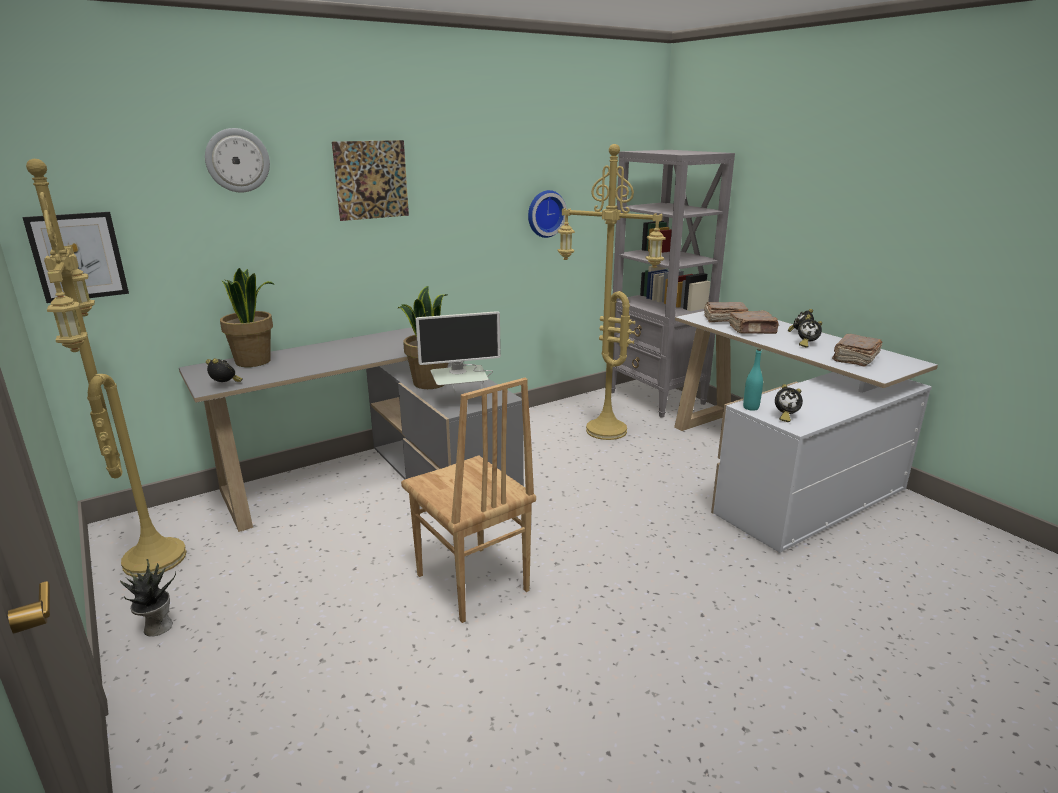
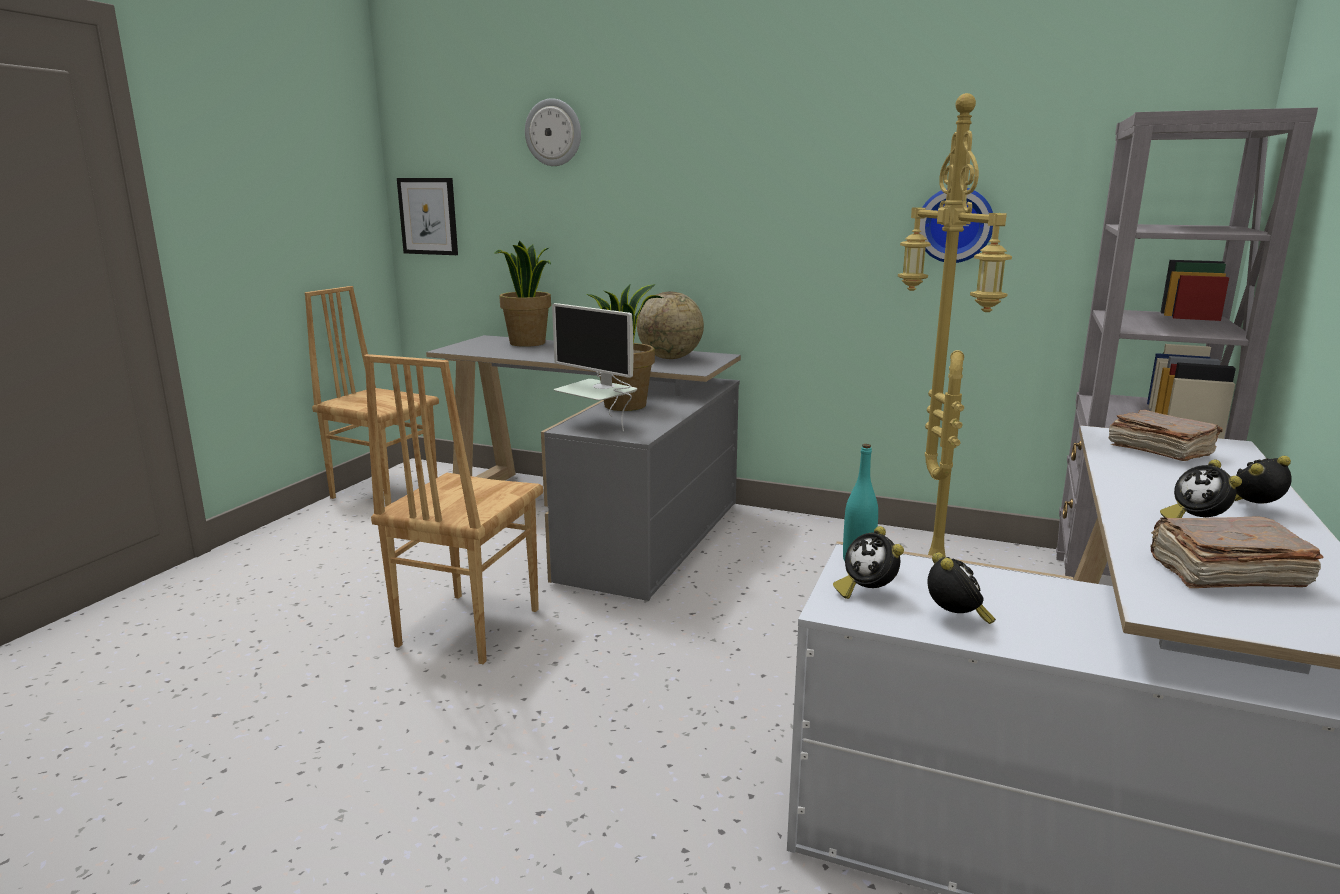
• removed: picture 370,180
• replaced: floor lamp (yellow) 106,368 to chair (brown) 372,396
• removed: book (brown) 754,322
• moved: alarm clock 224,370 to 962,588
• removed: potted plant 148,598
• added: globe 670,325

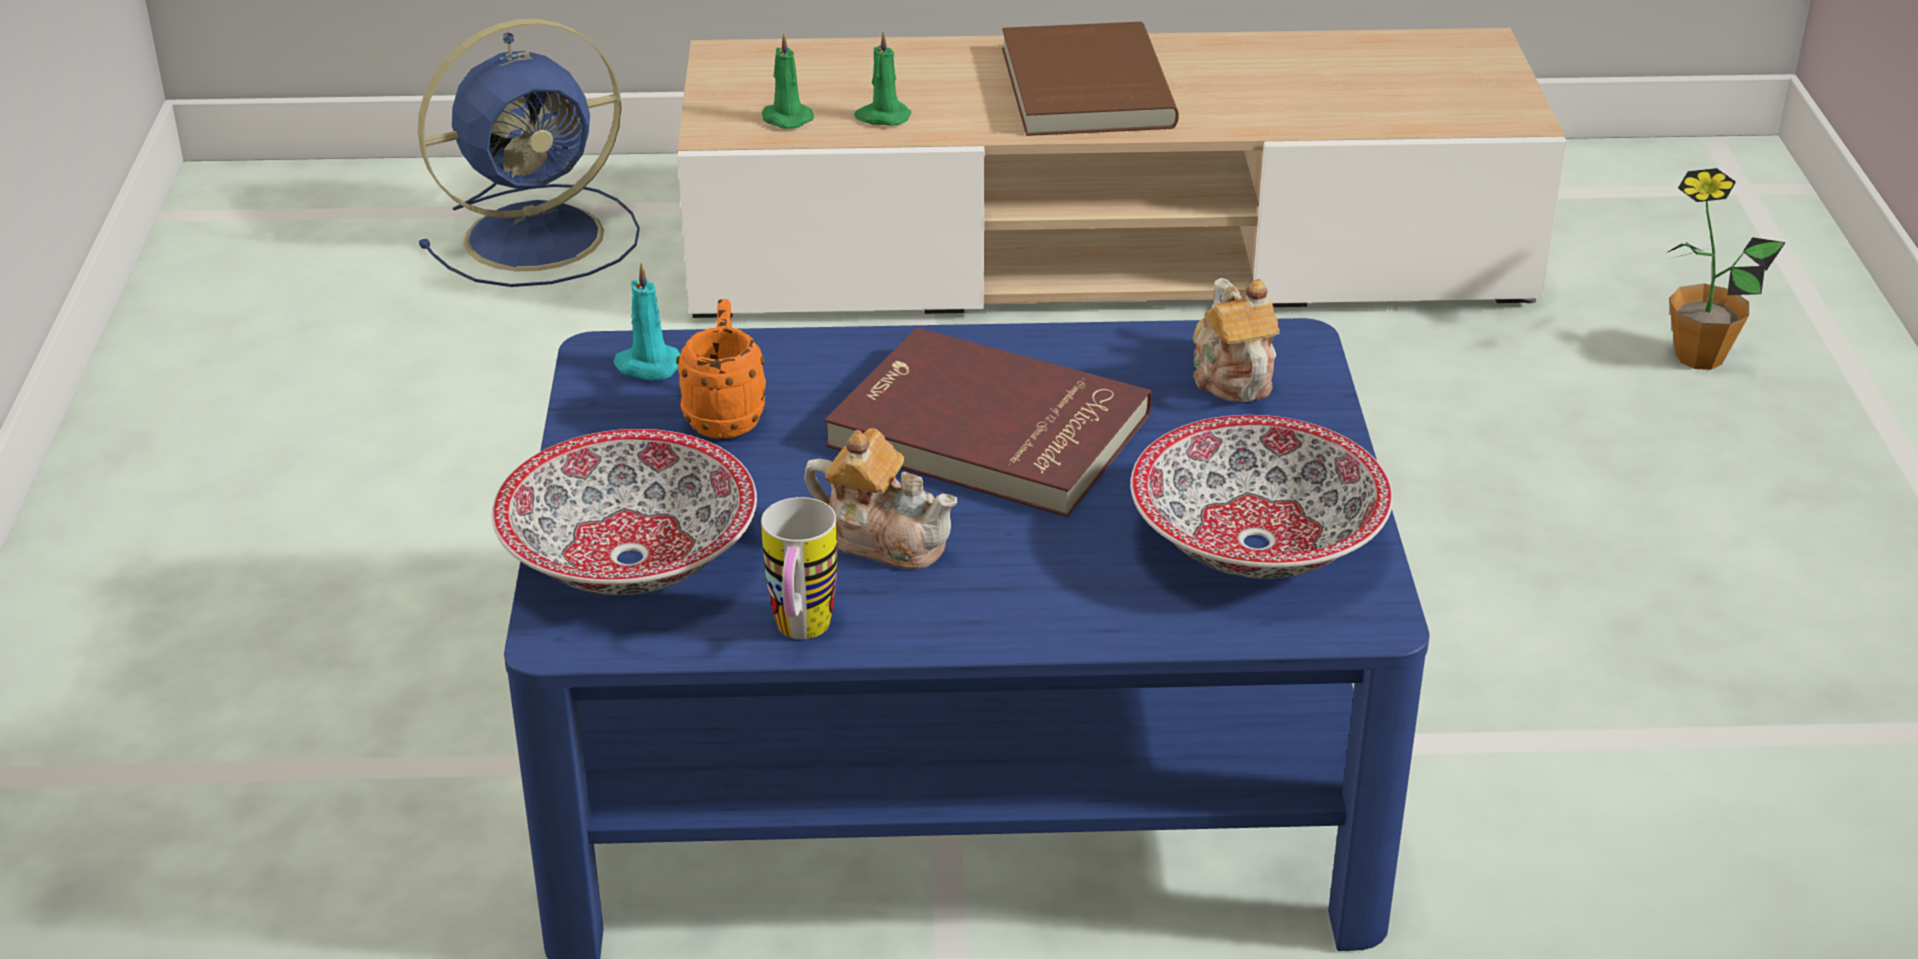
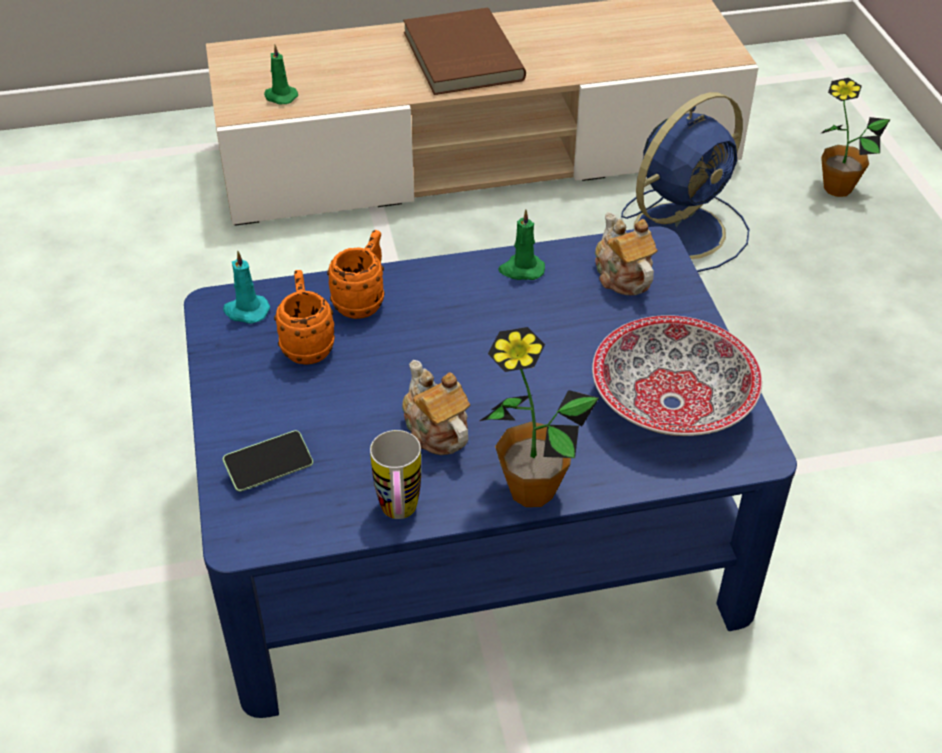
• moved: fan (blue) 529,153 to 685,182
• moved: candle (green) 882,79 to 521,244
• removed: book (red) 988,422
• turned: teapot 880,498 = 436,407 135 degrees counterclockwise
• replaced: bowl 624,512 to phone 267,461
• added: mug (orange) 356,274
• added: potted plant 539,417

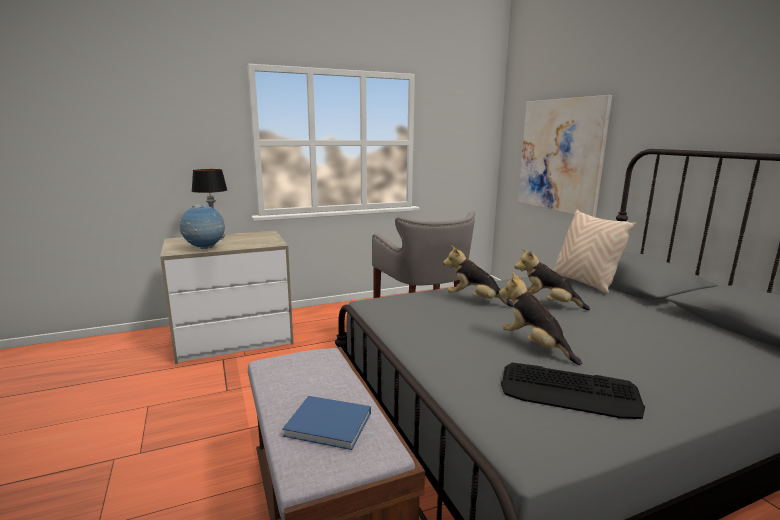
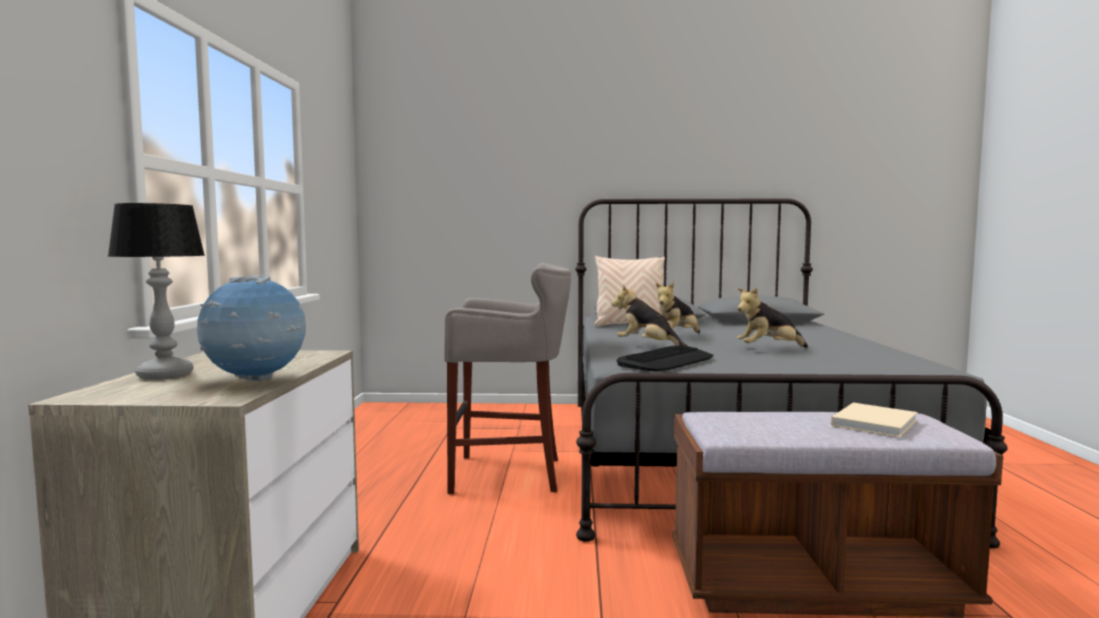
• removed: picture 565,156
• turned: plush toy 478,276 = 649,315 75 degrees clockwise
• moved: keyboard 573,391 to 664,358
• recoloured: book (blue) 326,423 to book (beige) 874,420

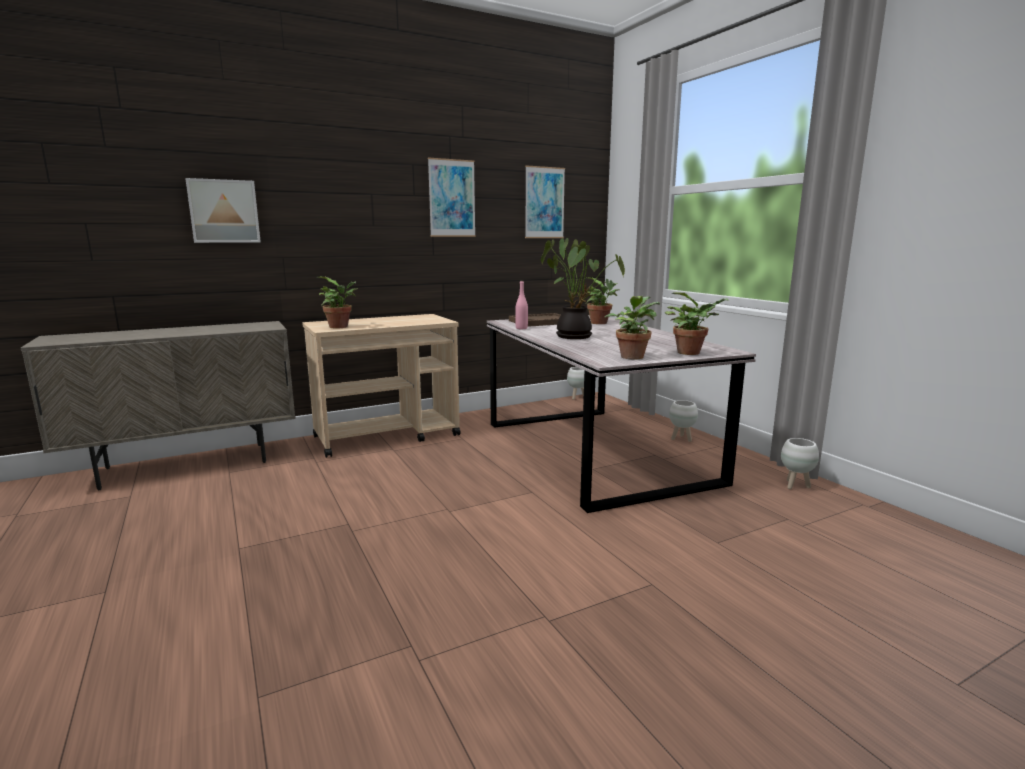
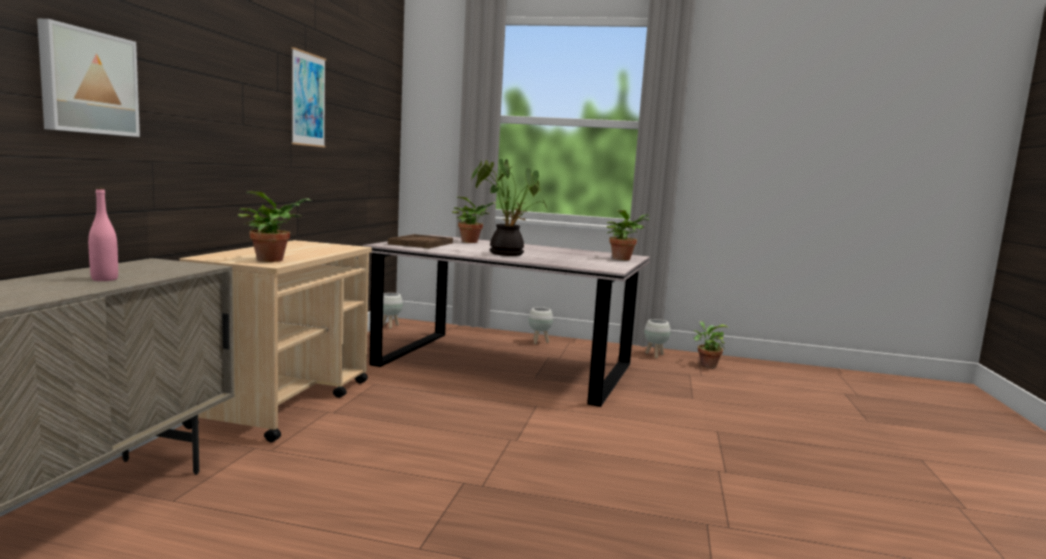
• removed: picture 545,201
• moved: bottle (pink) 521,304 to 103,234
• moved: potted plant 632,327 to 710,344

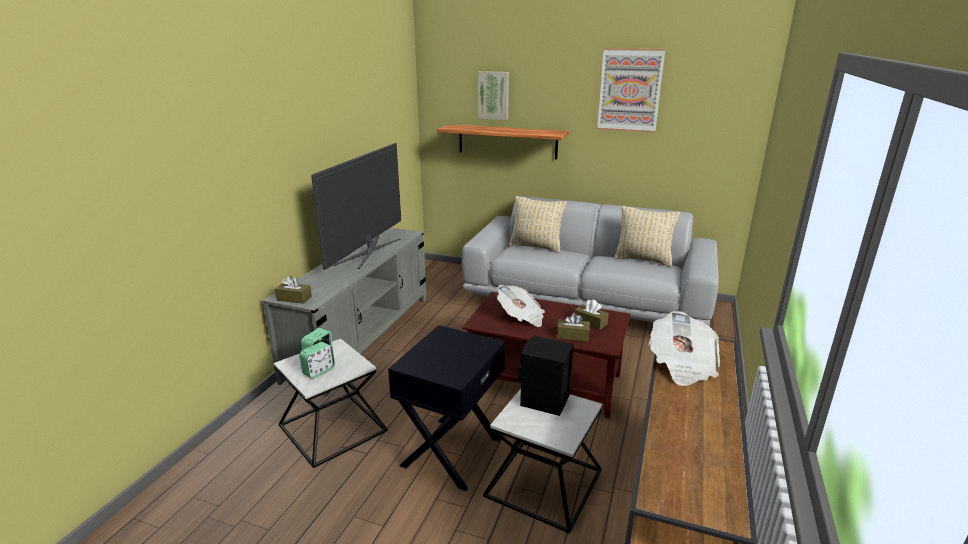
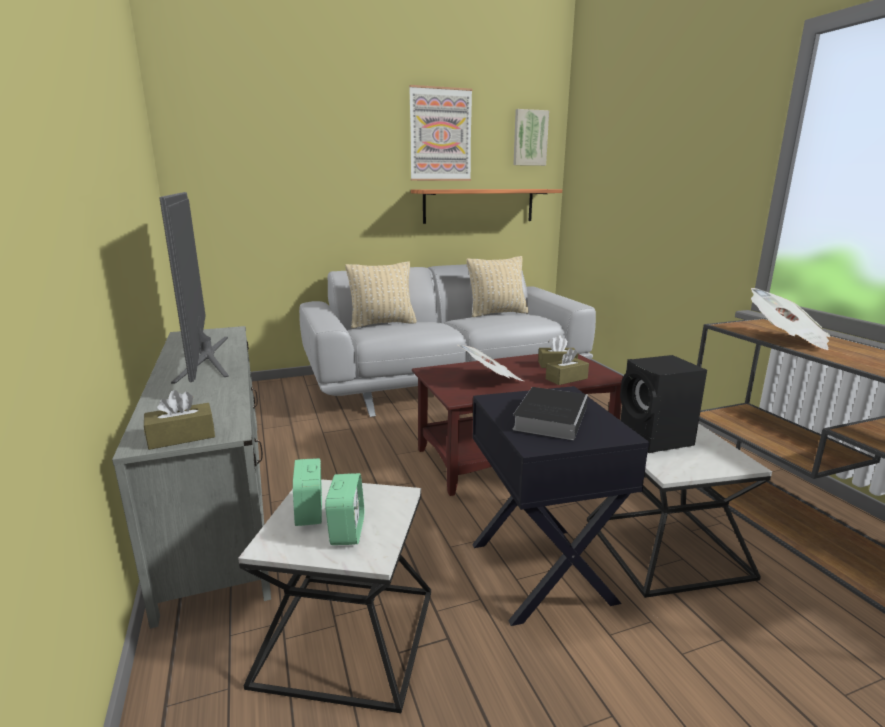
• moved: picture 493,95 to 531,137
• moved: shelf 503,141 to 486,206
• added: book 550,413

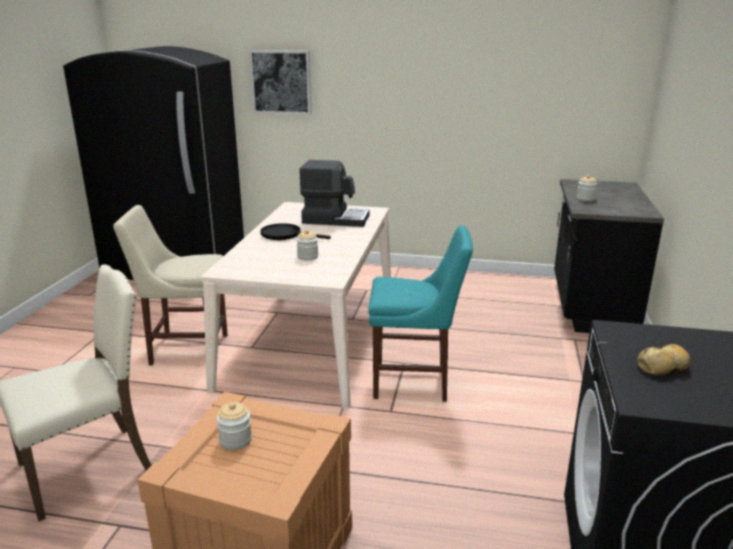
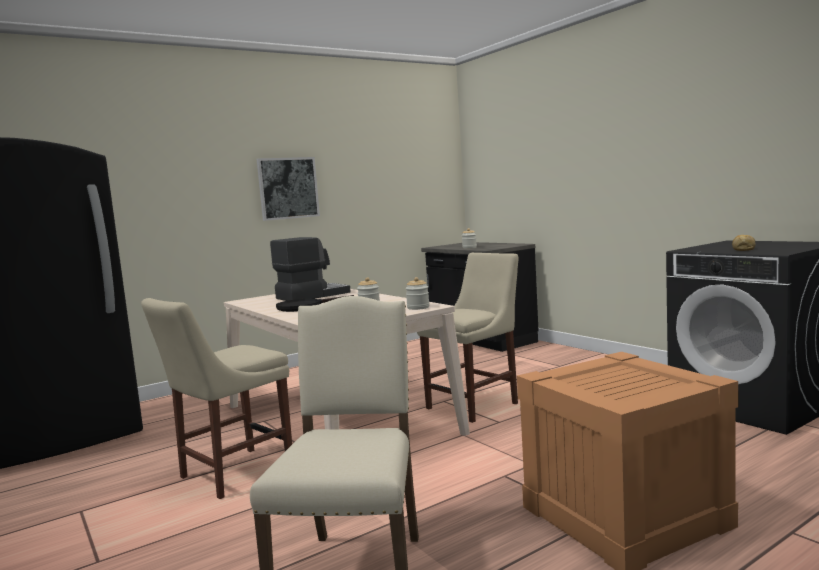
• moved: picture 280,82 to 288,189
• recoloured: chair (turquoise) 420,313 to chair (beige) 468,338
• moved: jar 234,426 to 418,293

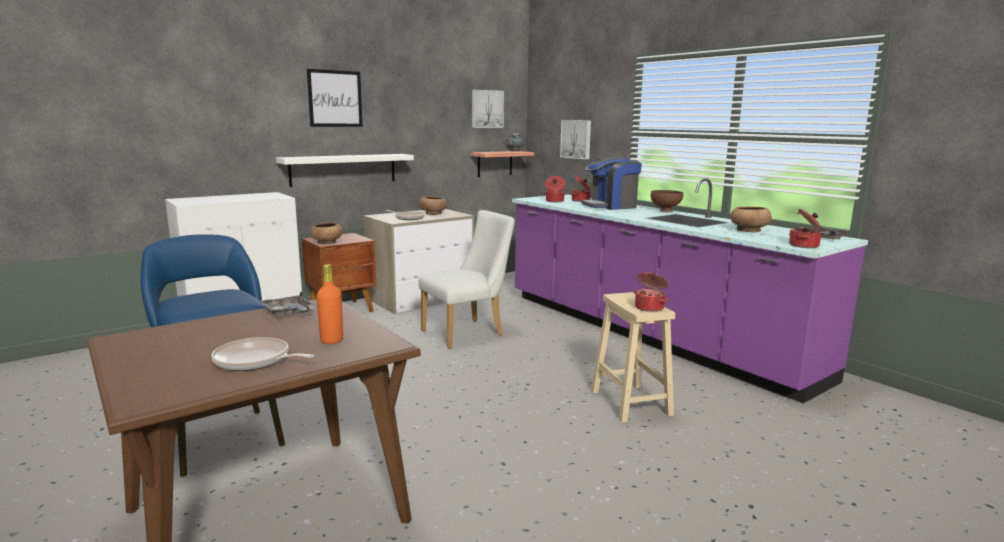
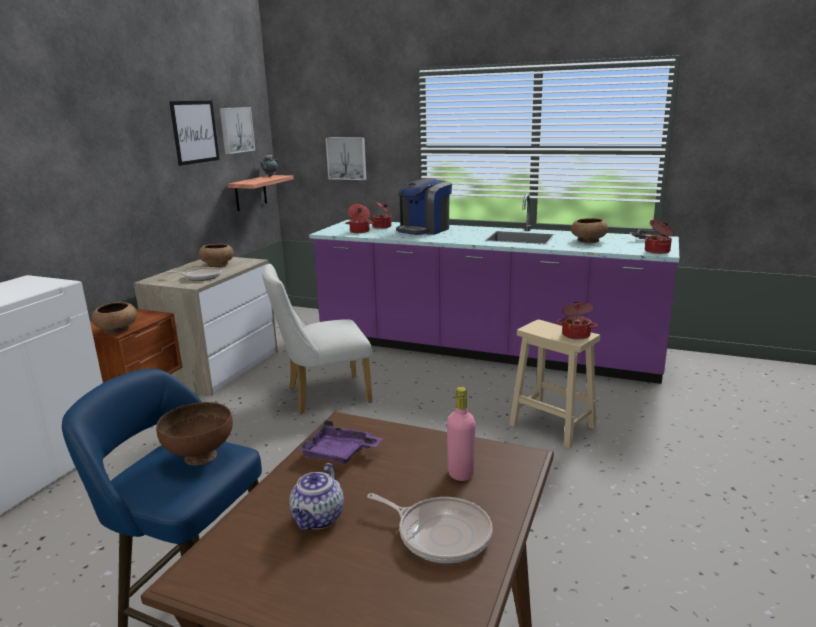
• moved: picture 335,98 to 194,133
• removed: shelf (white) 345,170
• moved: bowl (brown) 667,201 to 194,434
• turned: chair (white) 467,279 = 317,339 135 degrees counterclockwise
• recoloured: bottle (orange) 330,304 to bottle (pink) 461,434
• recoloured: tray (grey) 287,304 to tray (purple) 340,442
• turned: frying pan 262,354 = 430,528 135 degrees counterclockwise
• added: teapot 316,496

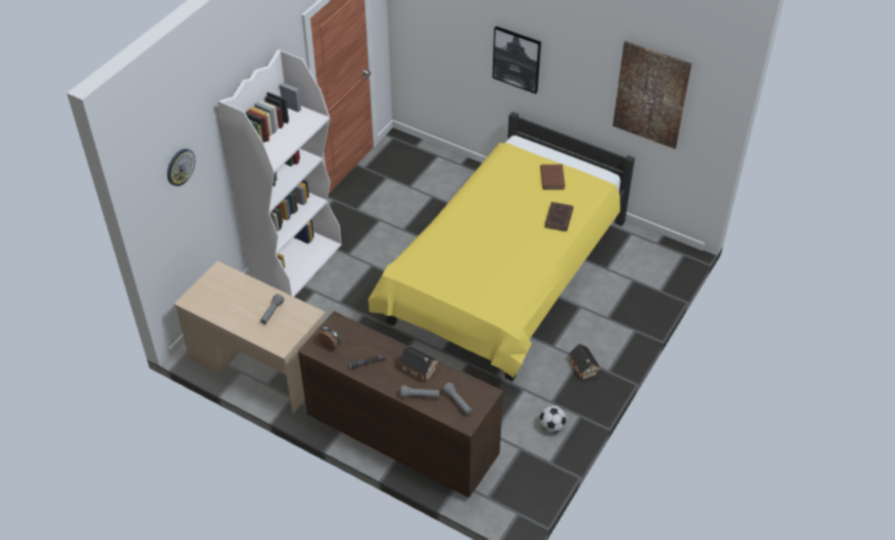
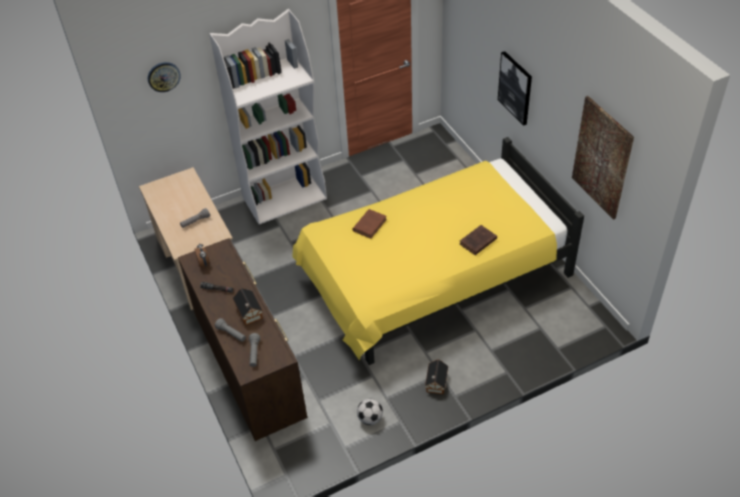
• moved: book (brown) 552,177 to 370,224

